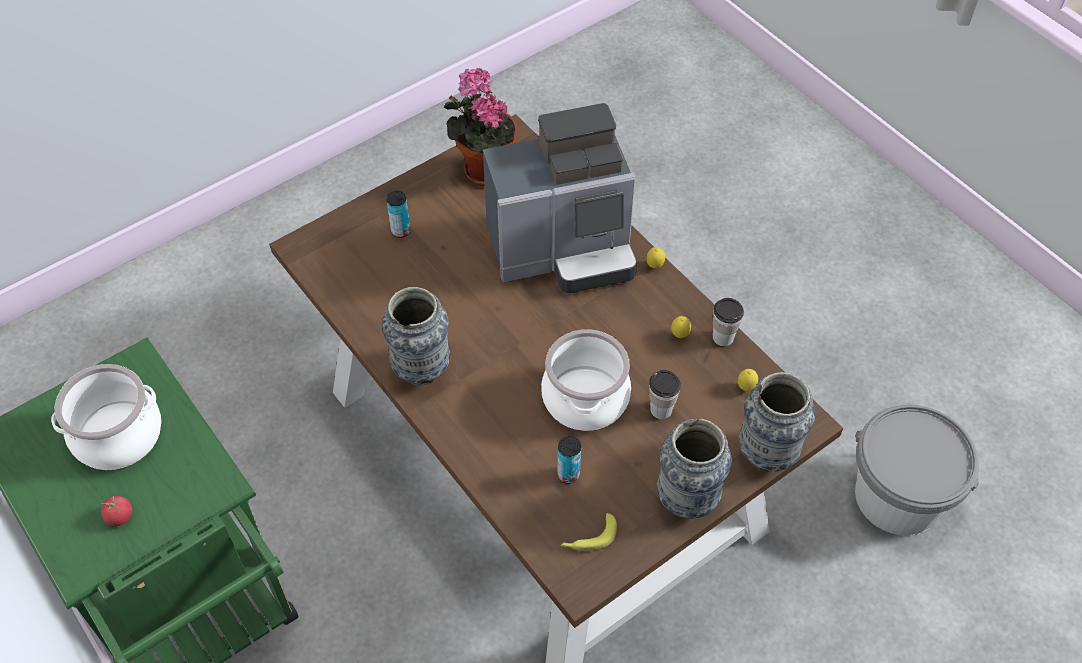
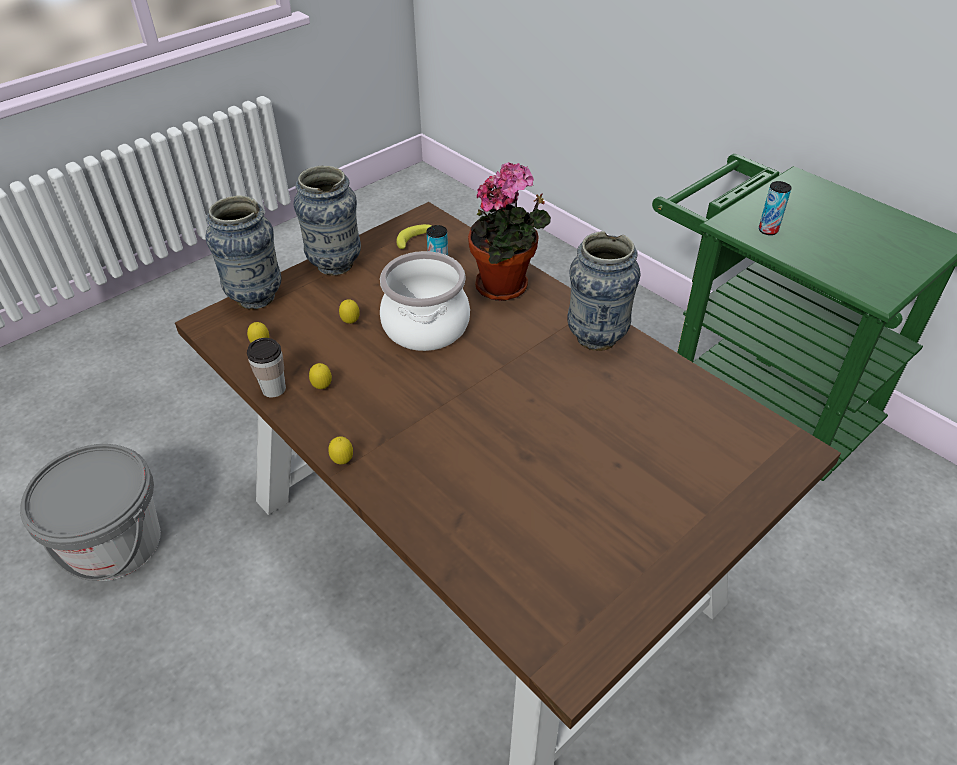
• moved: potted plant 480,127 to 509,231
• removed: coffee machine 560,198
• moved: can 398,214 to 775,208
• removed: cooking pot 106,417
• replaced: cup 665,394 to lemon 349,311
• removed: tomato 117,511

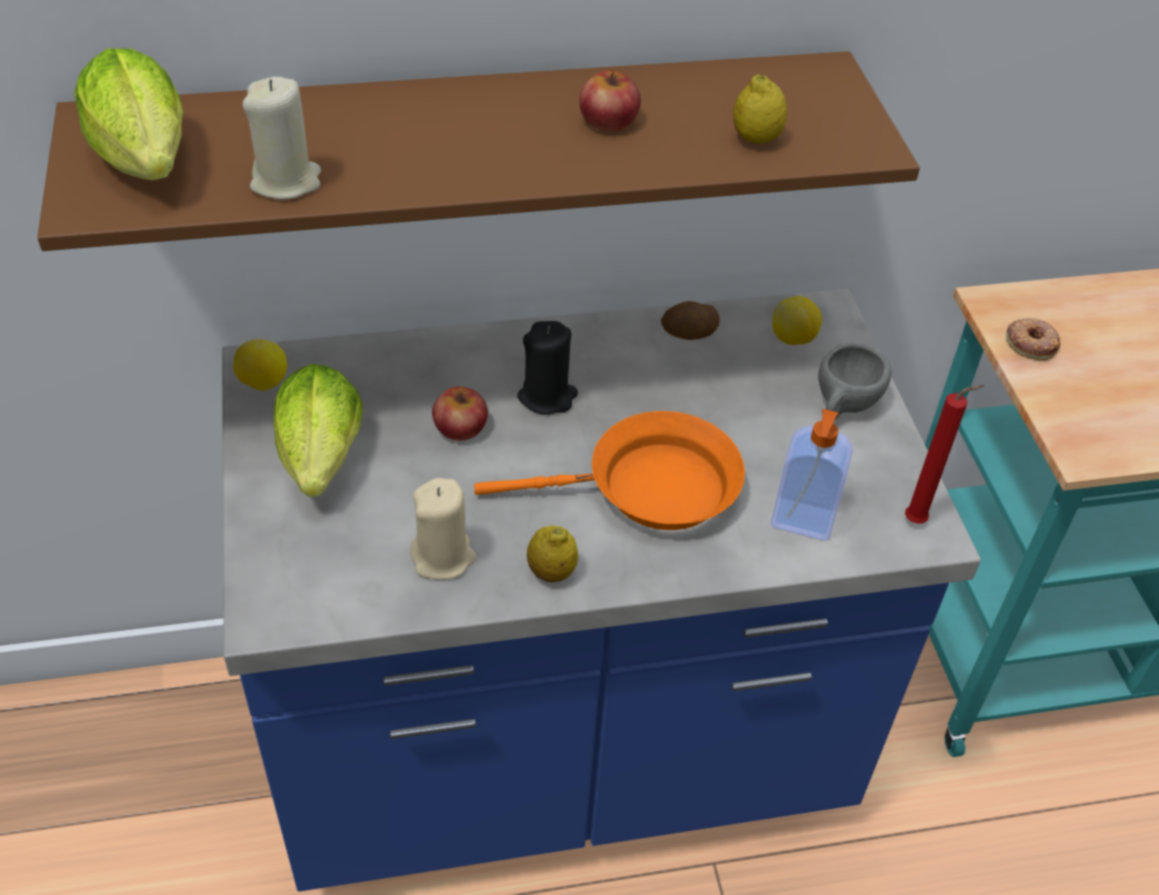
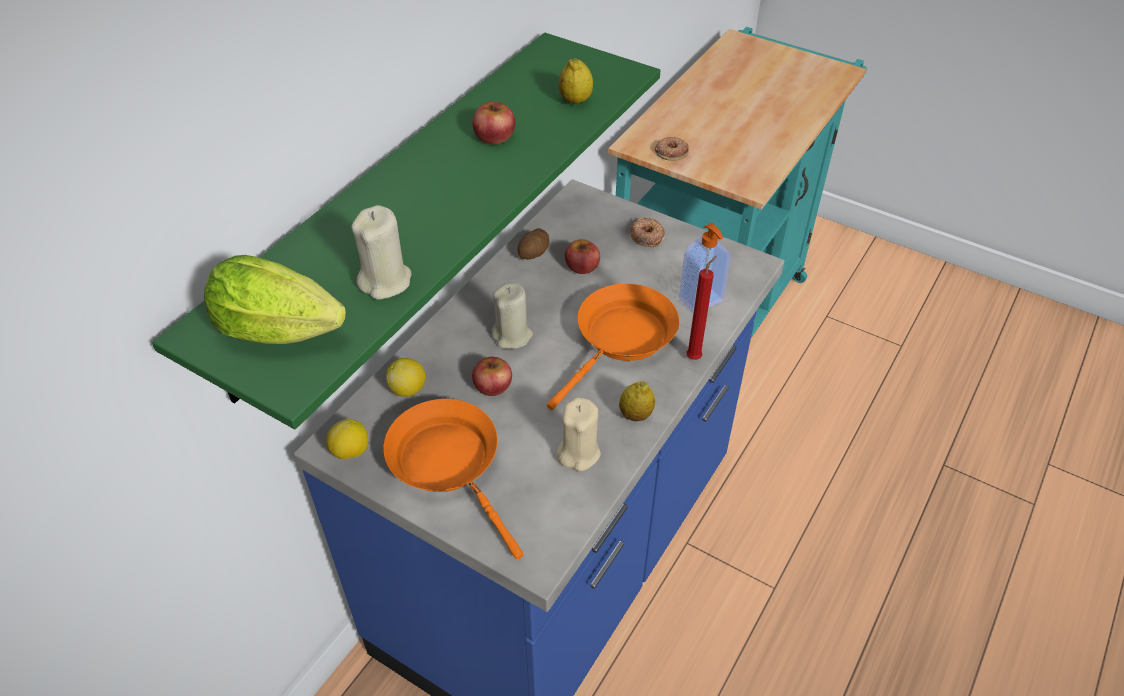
• recoloured: shelf (brown) 478,151 to shelf (green) 406,231
• moved: lemon 797,320 to 406,377
• recoloured: candle (black) 547,368 to candle (beige) 512,315
• replaced: cup (grey) 855,381 to donut 647,232
• replaced: lettuce 318,430 to frying pan (orange) 453,479
• moved: candle (red) 944,454 to 701,307
• added: apple 582,256

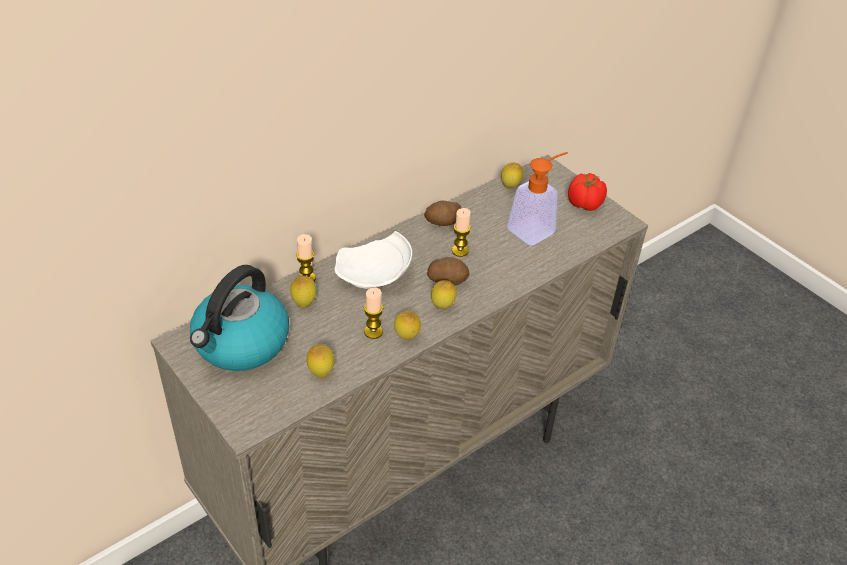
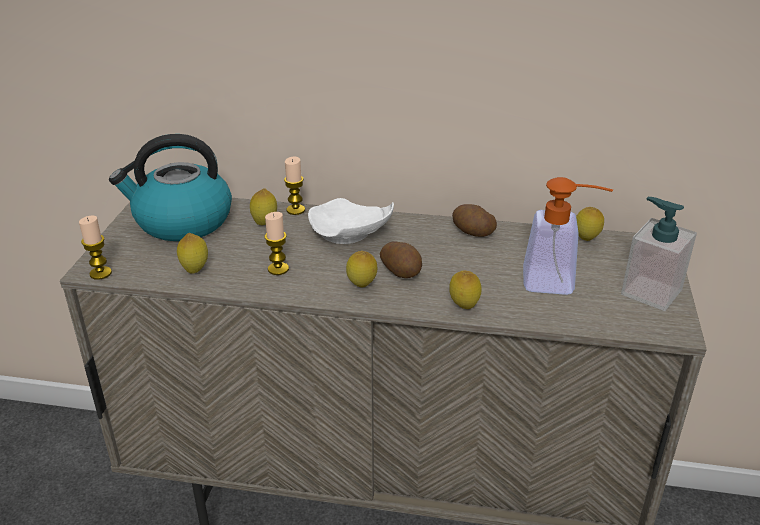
• replaced: tomato 587,192 to soap dispenser 659,254
• moved: candle 461,232 to 95,247
• moved: lemon 407,325 to 465,290

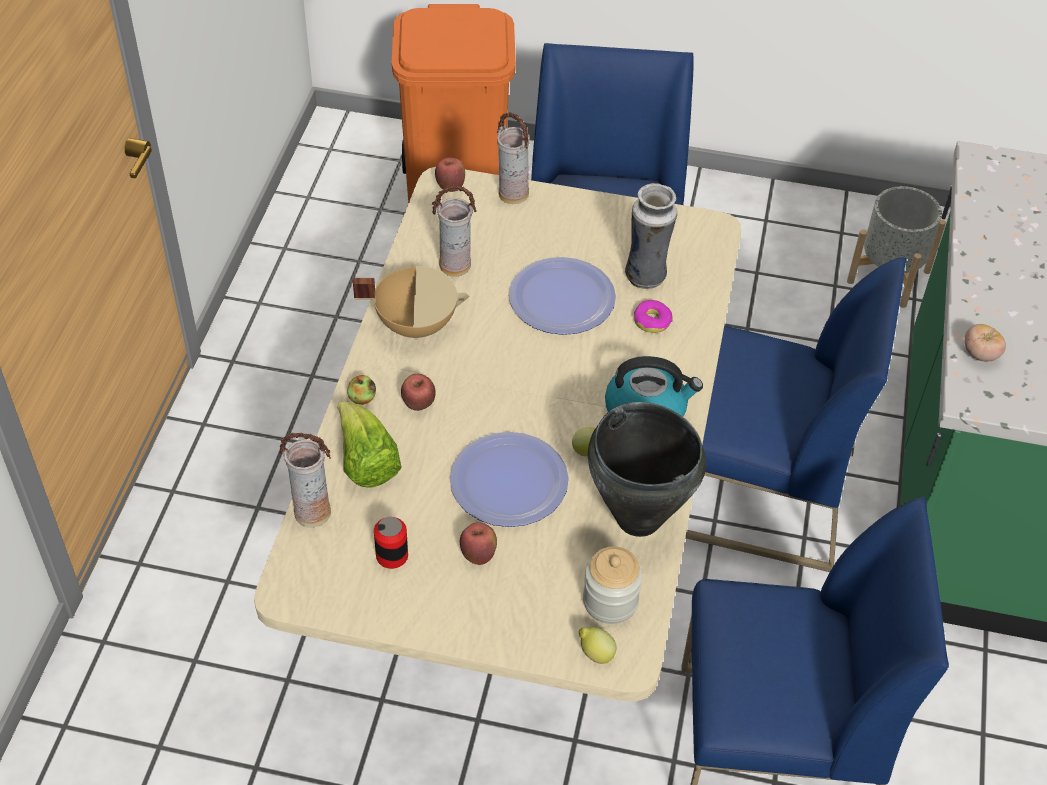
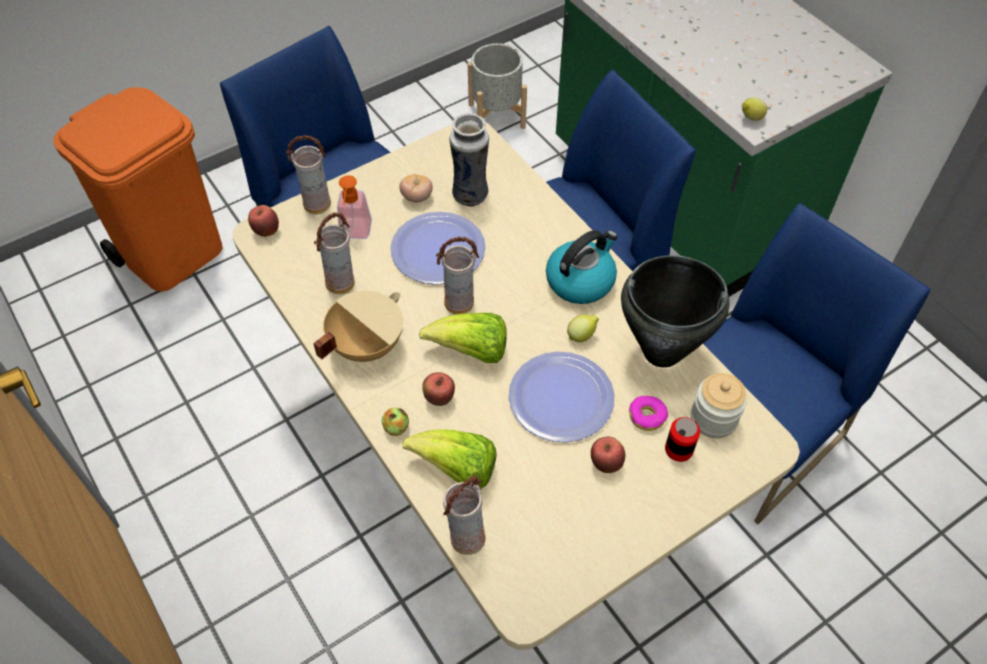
• moved: donut 653,316 to 648,413
• moved: tomato 985,343 to 416,188
• moved: can 391,543 to 682,439
• moved: lemon 597,645 to 754,109
• added: soap dispenser 354,207
• added: vase 457,275
• added: lettuce 463,338

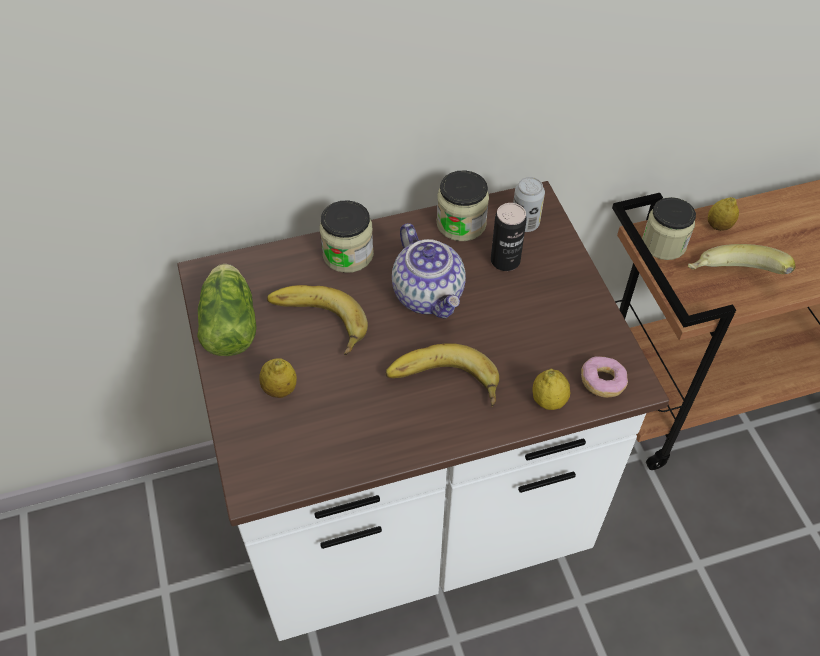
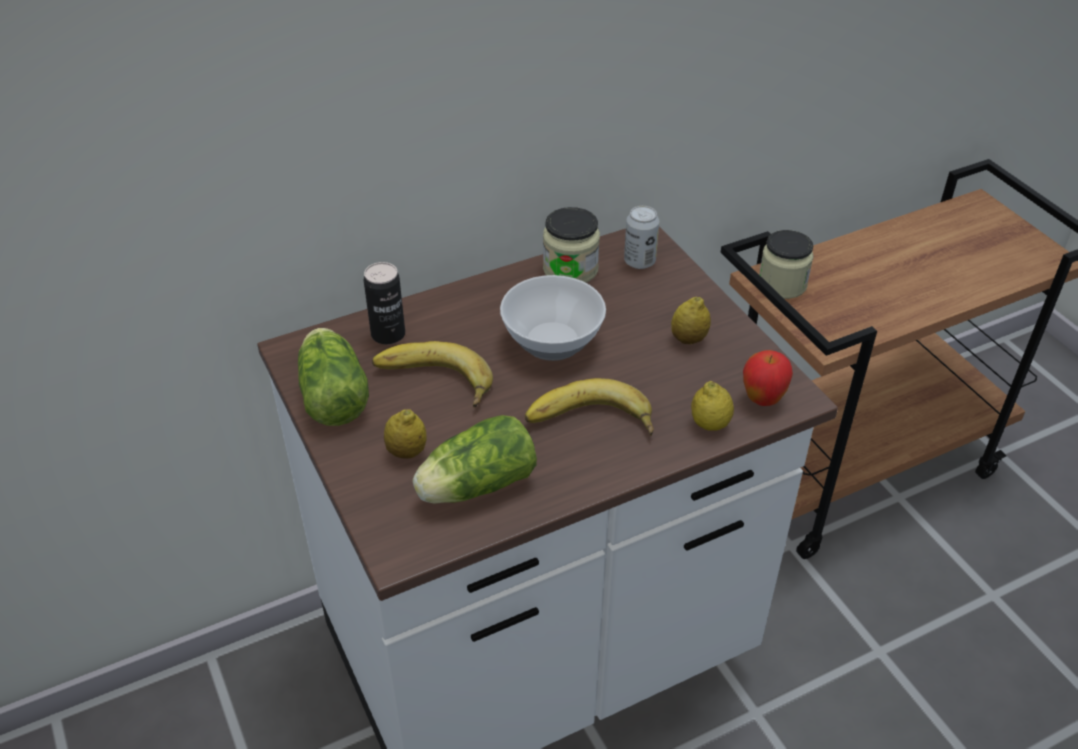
• moved: lemon 723,214 to 691,320
• removed: jar 347,236
• moved: can 509,237 to 384,303
• replaced: teapot 429,271 to bowl 553,318
• removed: banana 742,259
• replaced: donut 604,377 to apple 768,378
• added: lettuce 475,459

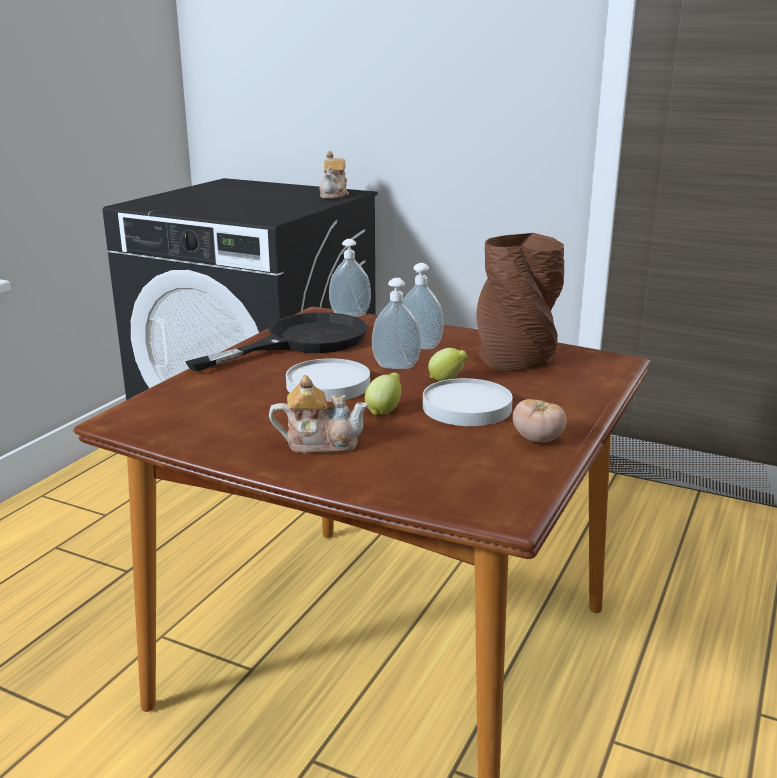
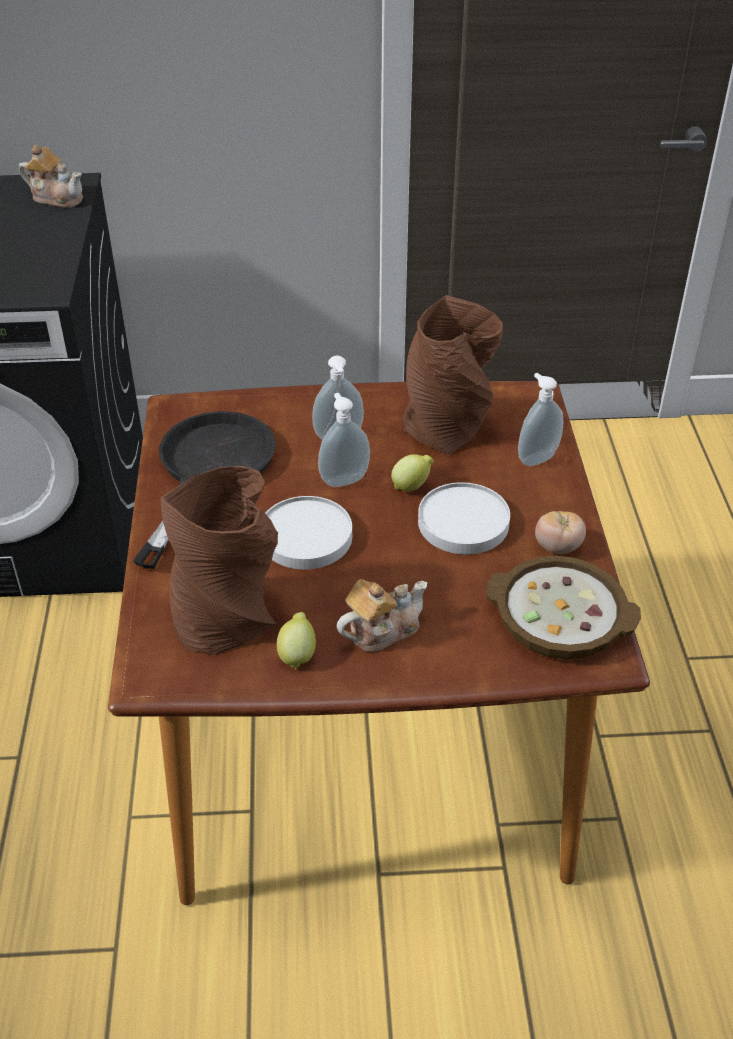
• turned: teapot 334,175 = 51,176 45 degrees counterclockwise
• moved: soap dispenser 350,278 to 540,419
• moved: lemon 383,394 to 296,641
• added: vase (brown) 219,560
• added: bowl 563,607

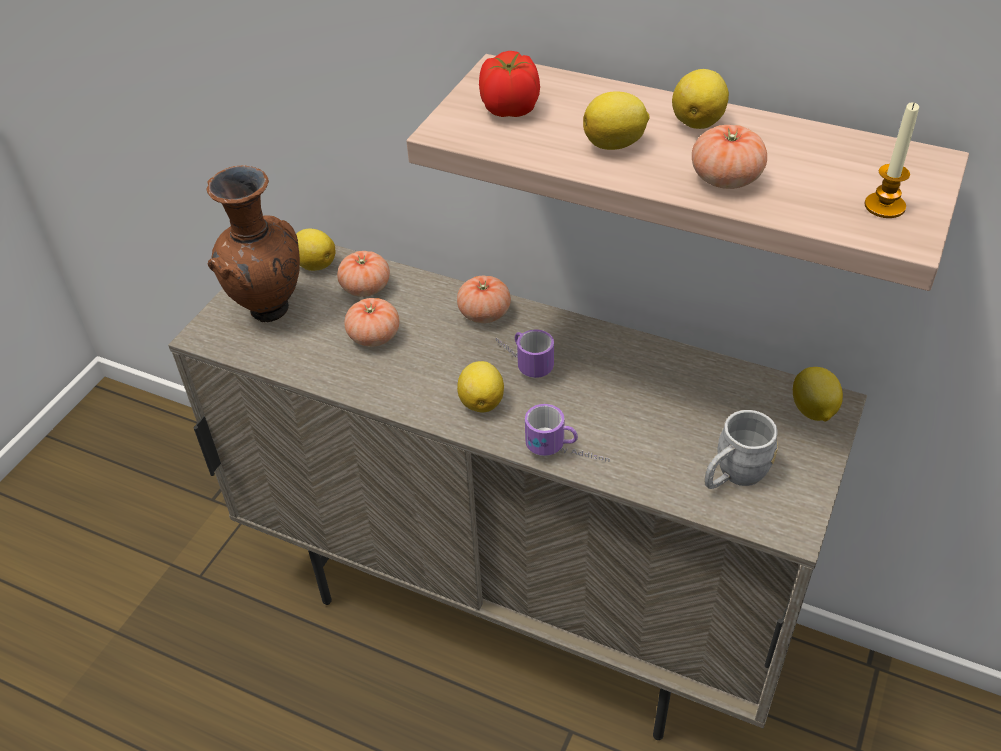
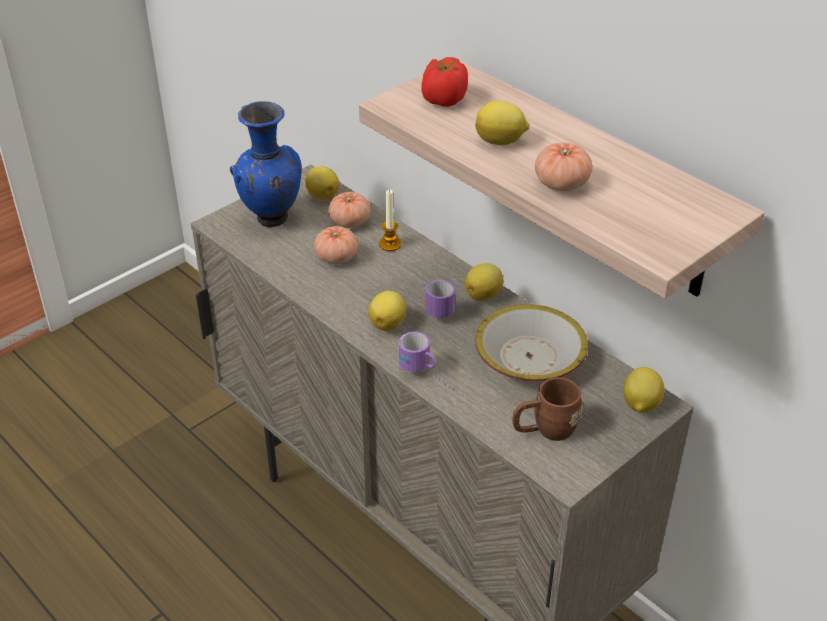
• moved: lemon 700,99 to 484,282
• moved: candle 891,160 to 390,220
• recoloured: vase (brown) 253,243 to vase (blue) 266,164
• removed: tomato 484,299
• recoloured: mug (grey) 741,449 to mug (brown) 547,409
• added: bowl 531,342

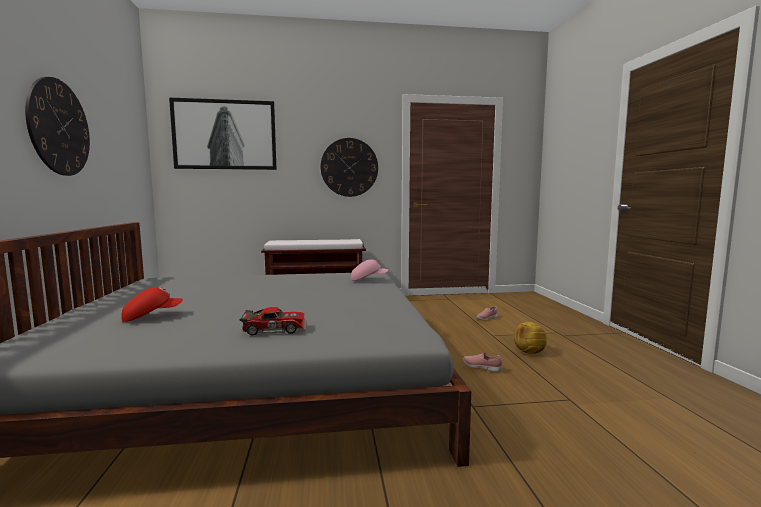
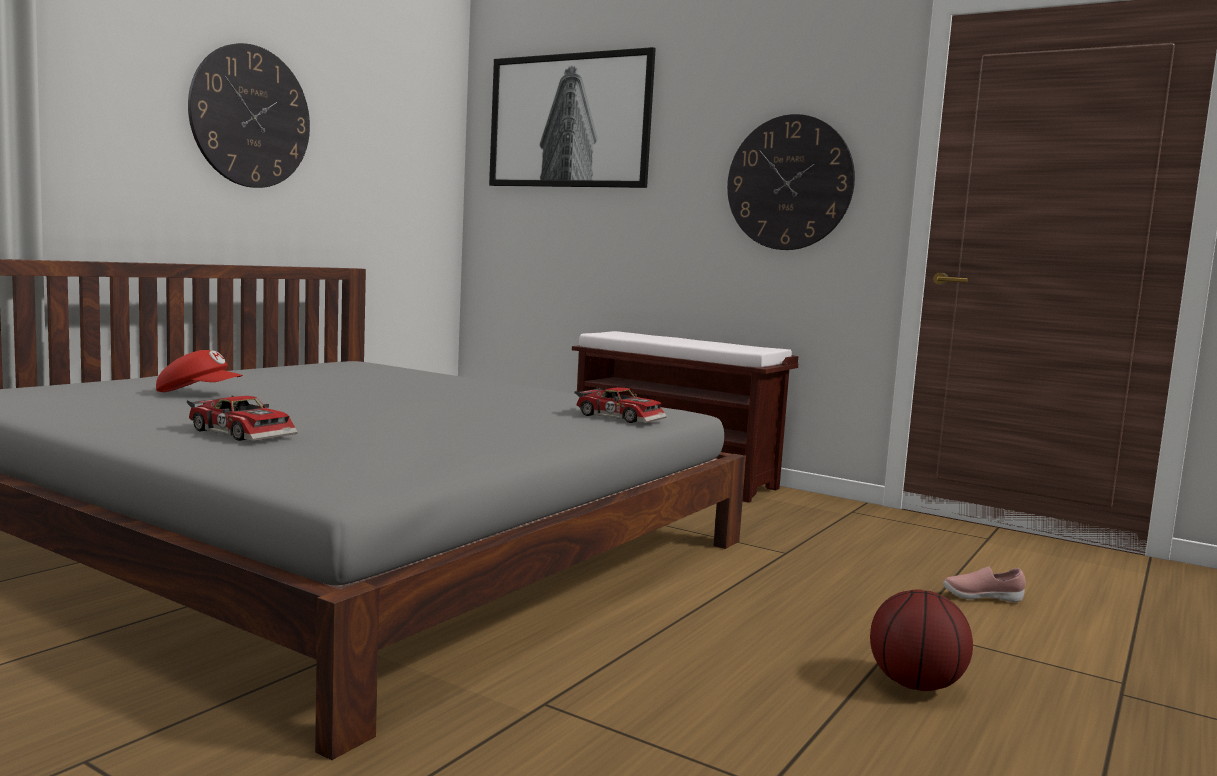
• replaced: cap (pink) 369,270 to toy car 621,405
• replaced: football 530,338 to basketball 921,640
• removed: shoe (pink) 482,362

